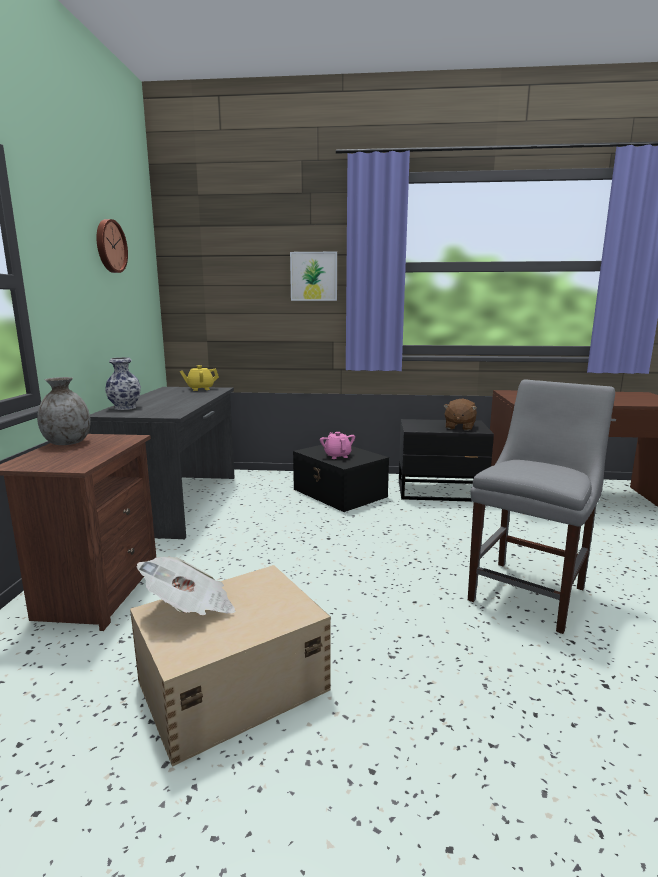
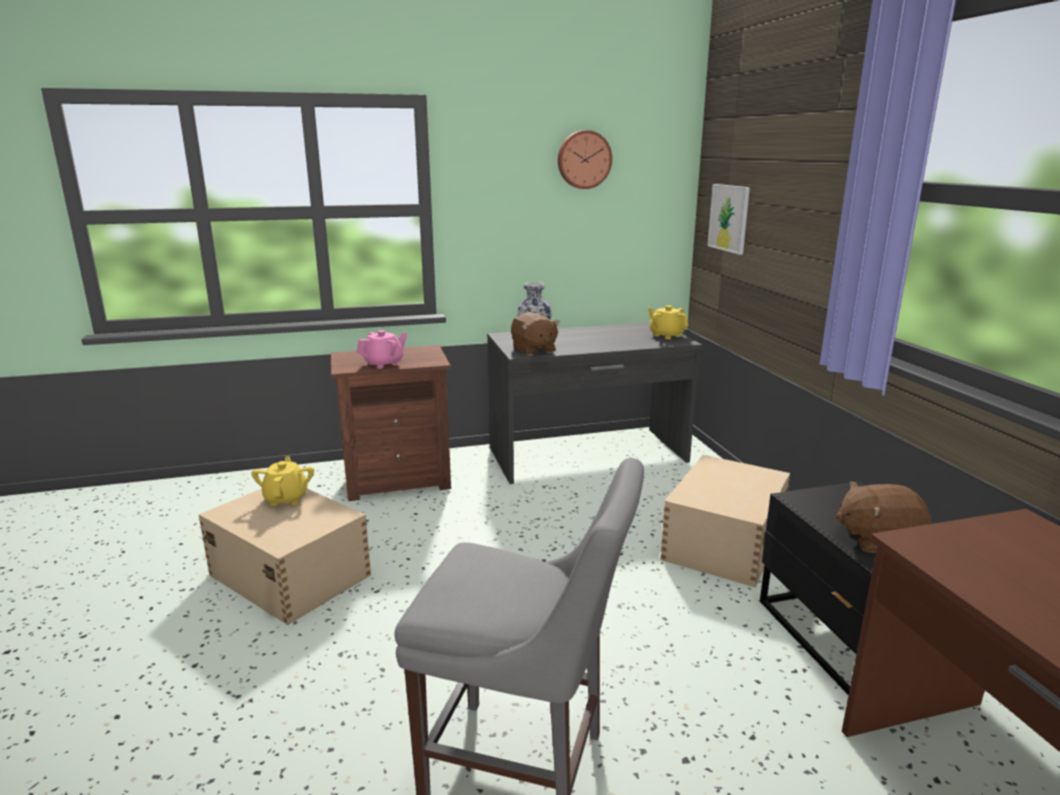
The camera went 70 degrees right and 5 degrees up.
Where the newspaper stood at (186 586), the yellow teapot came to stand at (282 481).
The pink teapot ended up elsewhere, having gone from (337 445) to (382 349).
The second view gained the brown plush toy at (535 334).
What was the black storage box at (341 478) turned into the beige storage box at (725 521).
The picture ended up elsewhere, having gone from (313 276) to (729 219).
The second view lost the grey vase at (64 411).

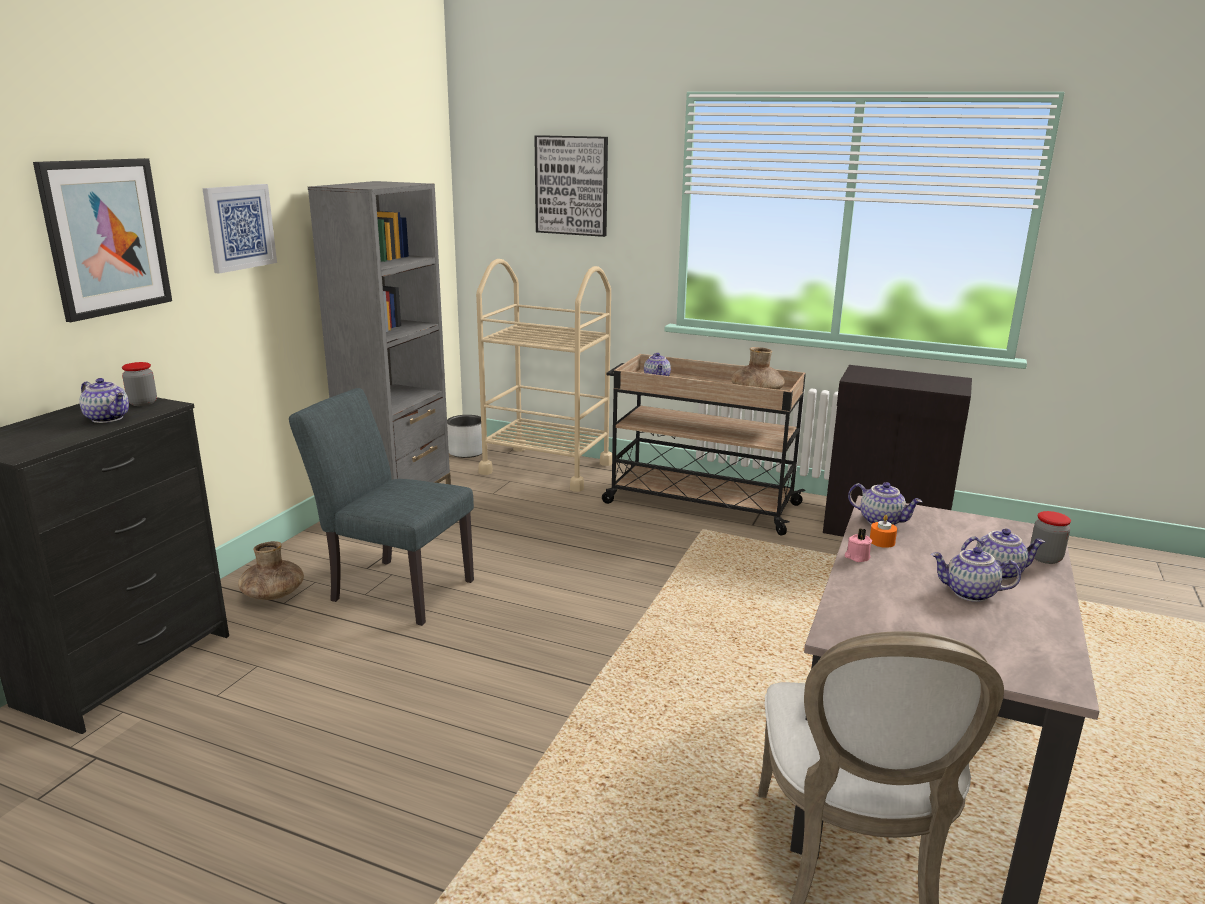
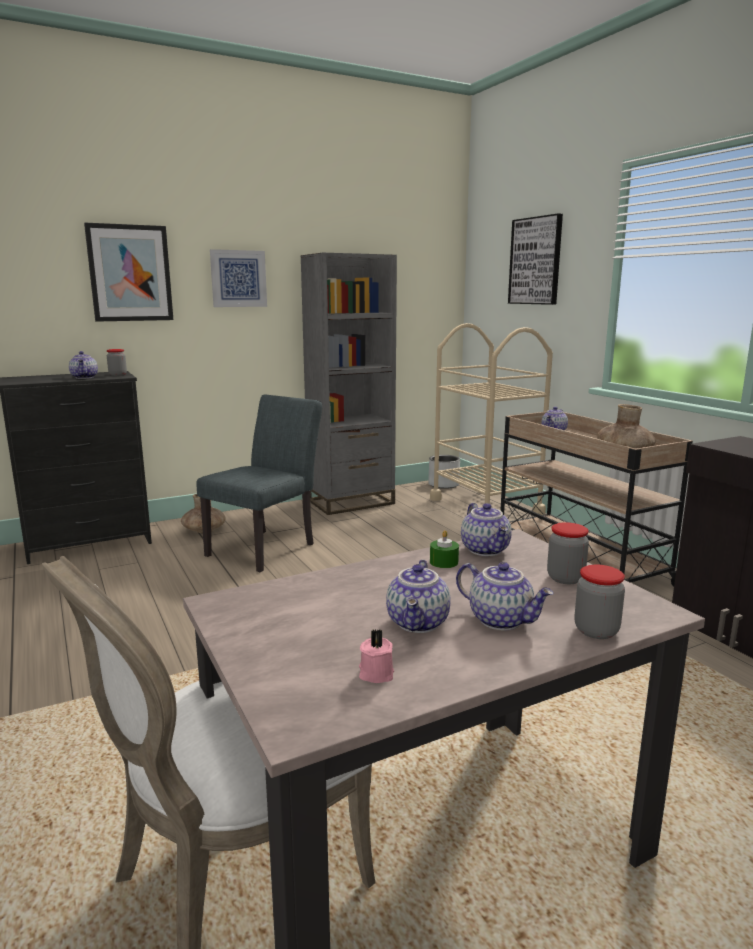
The camera went 40 degrees right and 5 degrees down.
The grey chair at (381 507) ended up facing another way, 60 degrees clockwise from before.
The pink candle ended up elsewhere, having gone from (858 545) to (376 656).
The teapot at (976 574) ended up facing another way, 135 degrees counterclockwise from before.
What was the orange candle at (883 531) turned into the green candle at (444 549).
The second view gained the jar at (568 553).

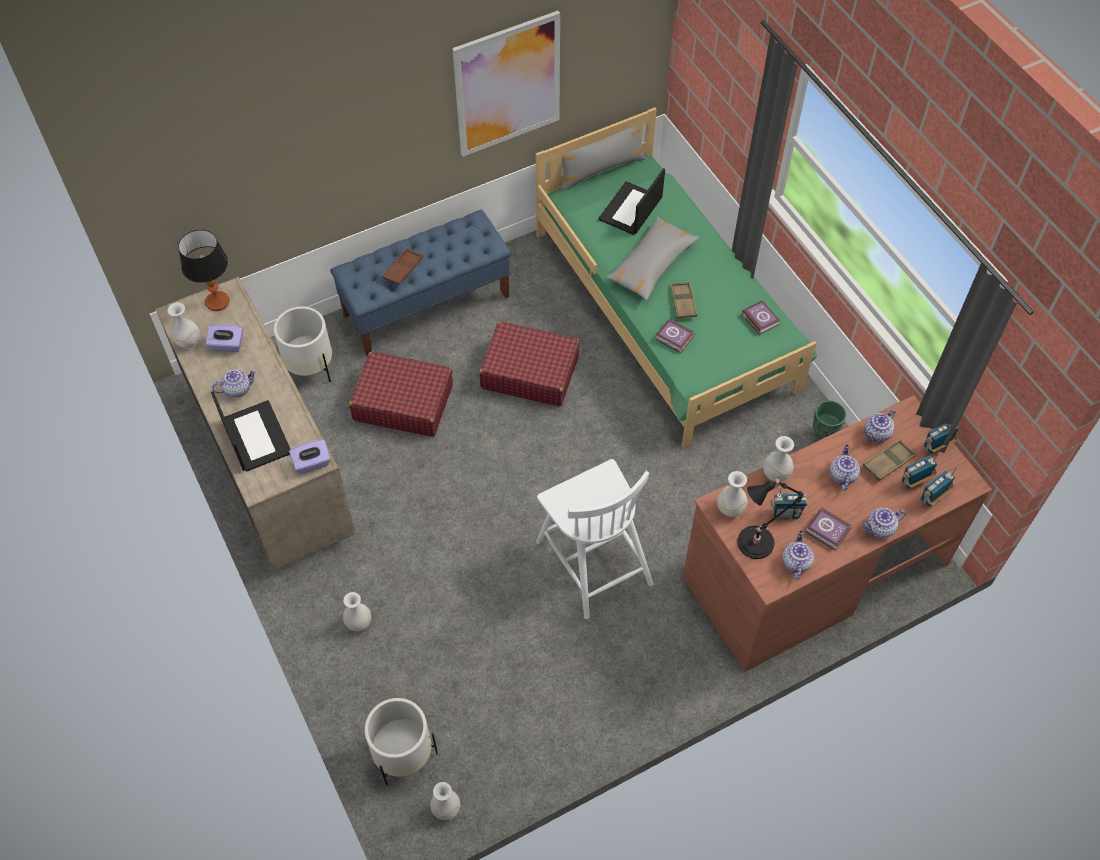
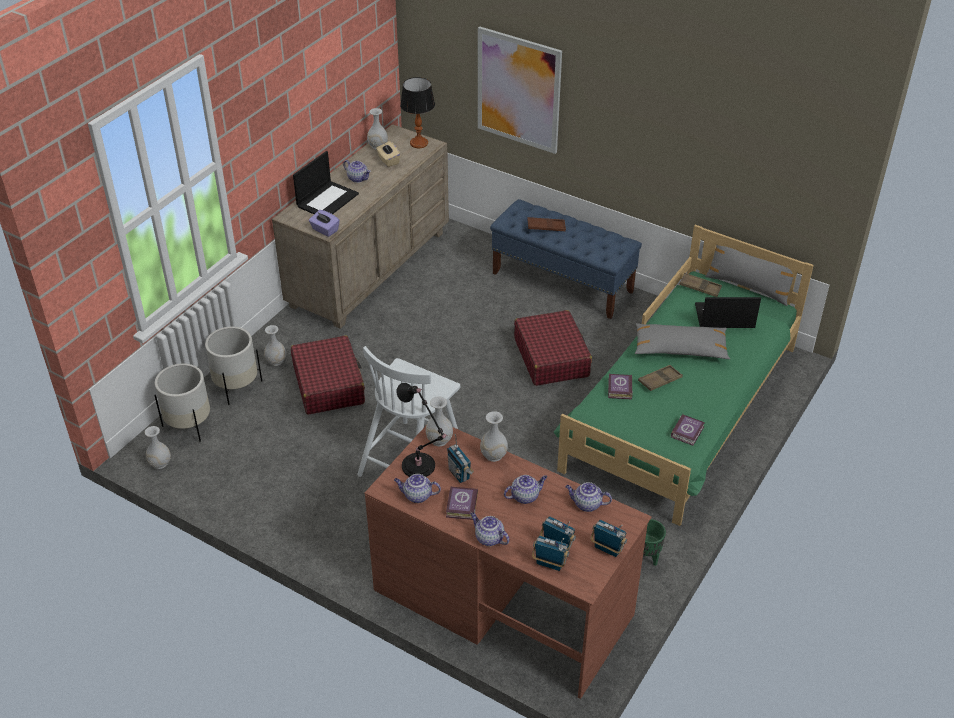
The camera went 60 degrees right and 15 degrees down.
The white planter ended up elsewhere, having gone from (303 344) to (233 365).
The red suitcase ended up elsewhere, having gone from (401 394) to (328 375).
What was the purple tissue box at (224 338) turned into the beige tissue box at (388 154).
The teapot at (798 555) ended up facing another way, 150 degrees counterclockwise from before.
The picture ended up elsewhere, having gone from (506 84) to (520 90).
The brown tray ended up elsewhere, having gone from (889 460) to (700 285).

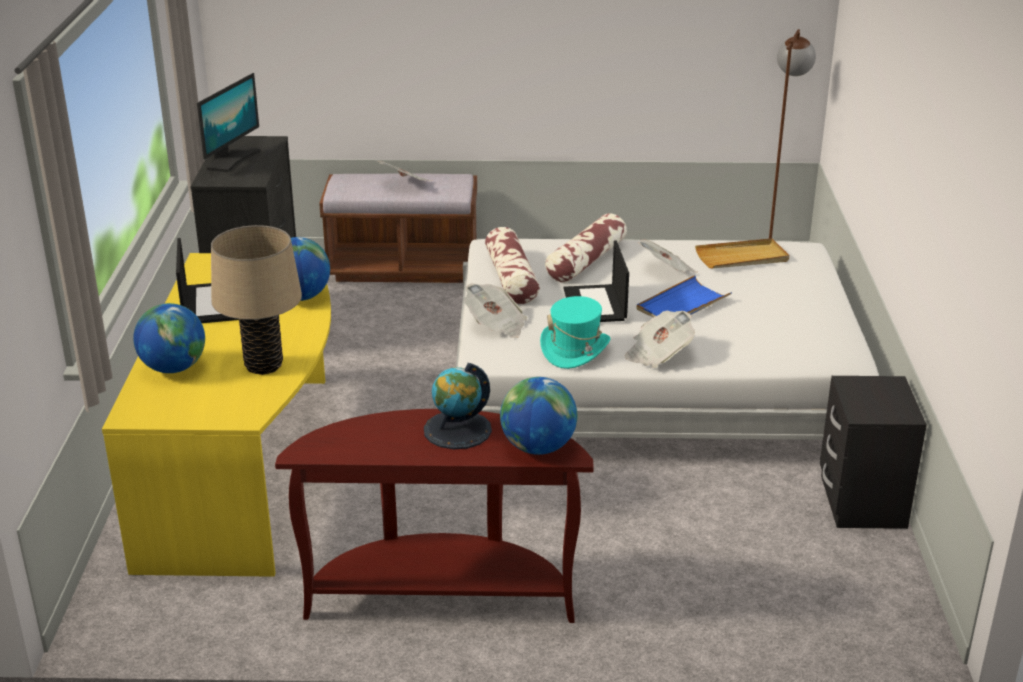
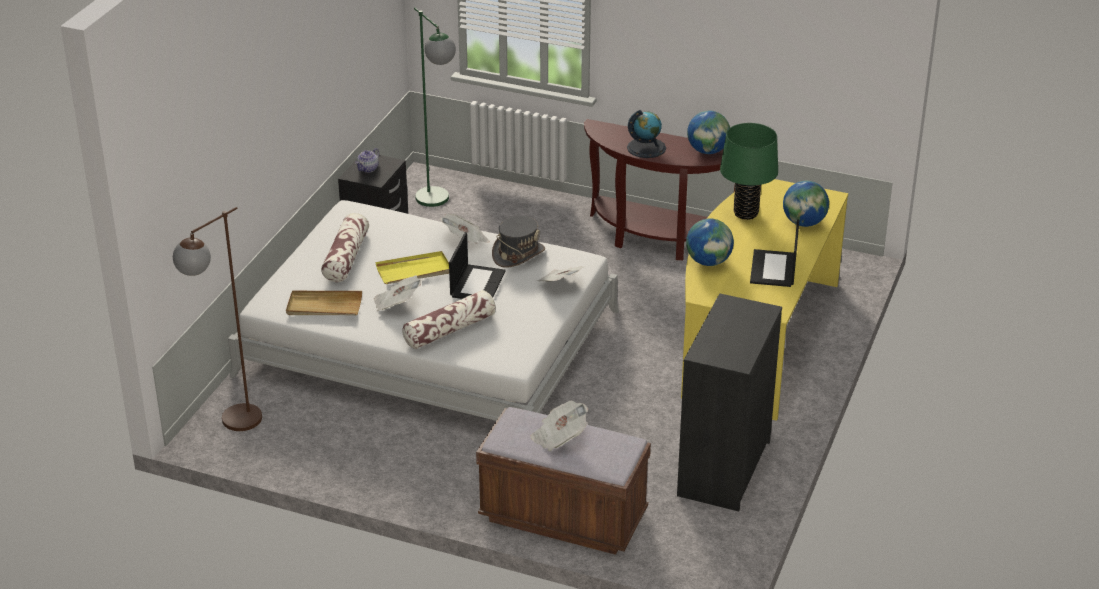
The camera went 160 degrees left and 5 degrees up.
The pillow ended up elsewhere, having gone from (512 265) to (345 247).
The second view gained the teapot at (367 160).
What was the blue tray at (684 296) turned into the yellow tray at (412 267).
The second view gained the green floor lamp at (435 107).
What was the turquoise hat at (575 332) turned into the grey hat at (518 242).
The globe ended up elsewhere, having gone from (538 416) to (708 132).
What was the beige table lamp at (256 300) turned into the green table lamp at (749 171).
The second view lost the monitor at (229 122).

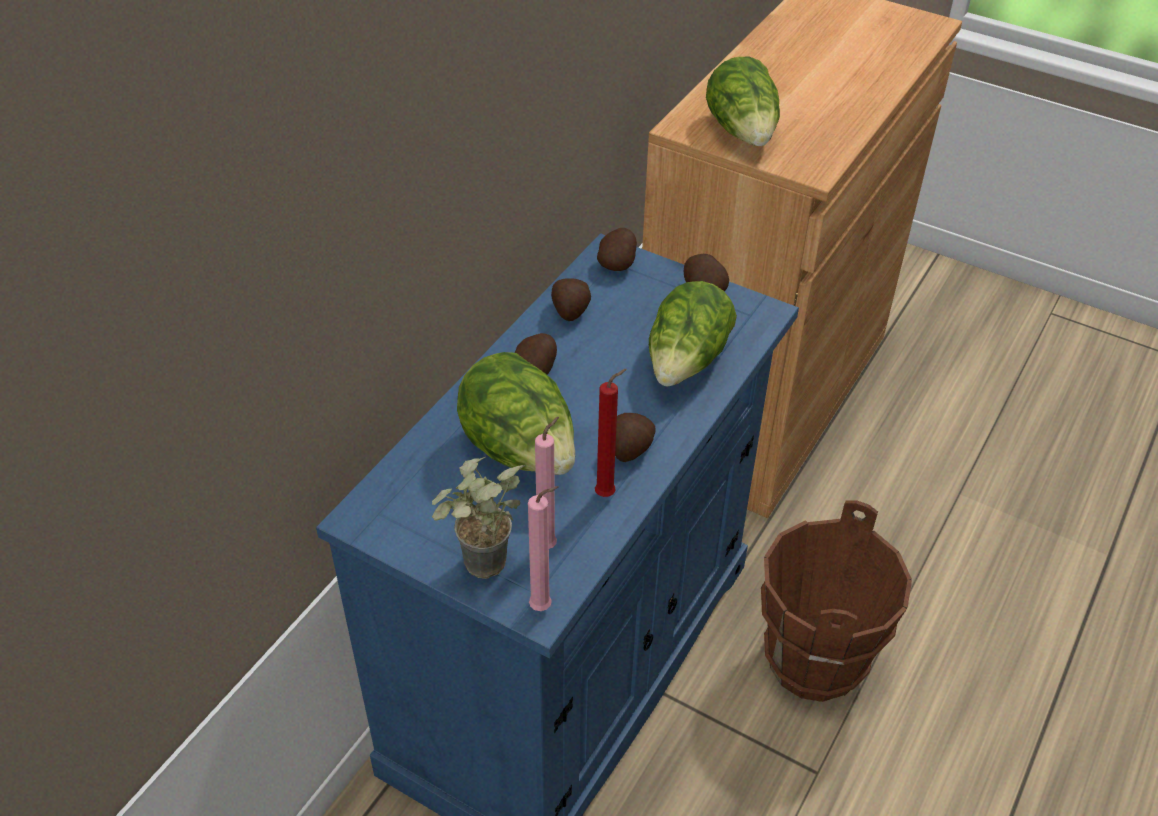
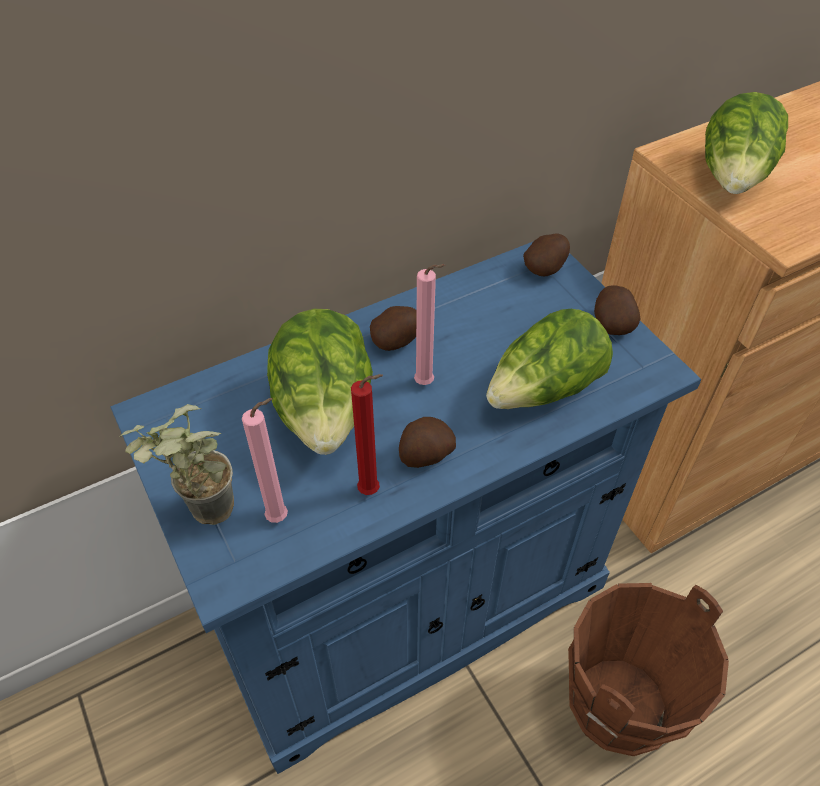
The camera went 30 degrees right and 5 degrees up.
The pink candle ended up elsewhere, having gone from (543 548) to (430 324).
The second view lost the potato at (571 299).

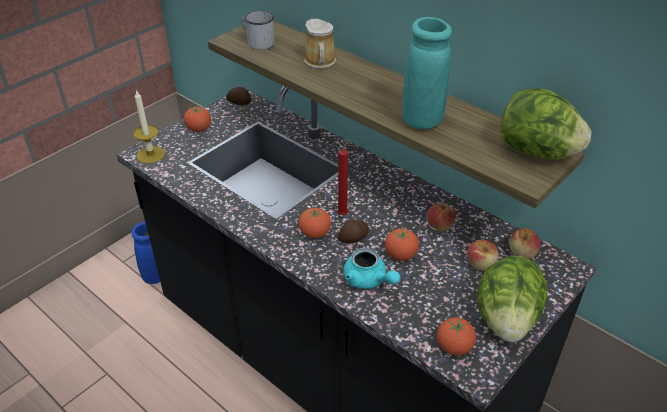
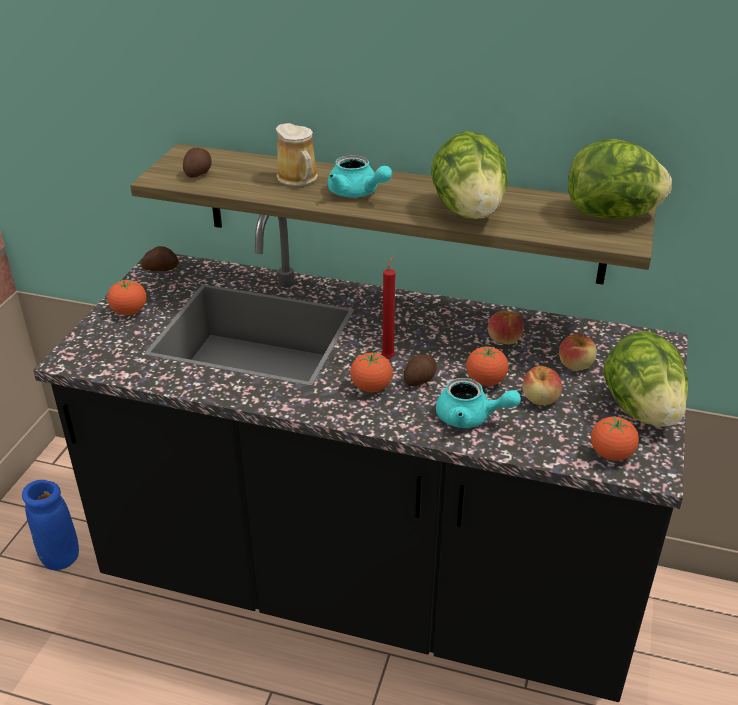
The camera went 25 degrees left and 5 degrees down.
Where the white mug stood at (257 30), the potato came to stand at (197 162).
The second view gained the turquoise teapot at (360 176).
Where the turquoise vase stood at (427 73), the lettuce came to stand at (469 175).
The apple ended up elsewhere, having gone from (524 243) to (542 385).
The second view lost the candle at (149 126).

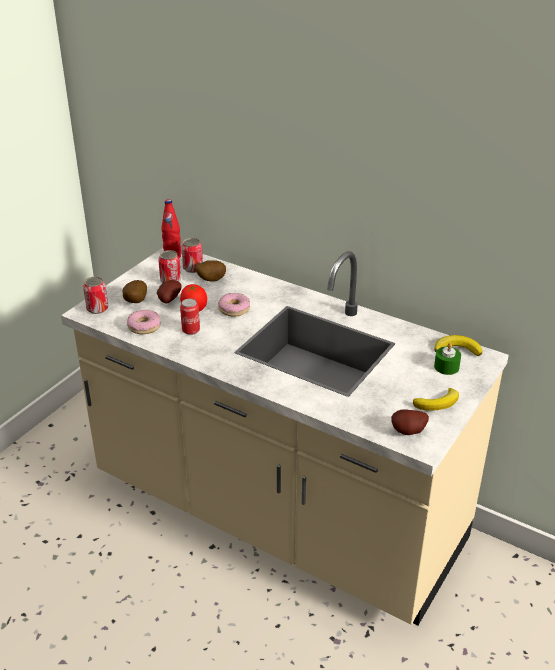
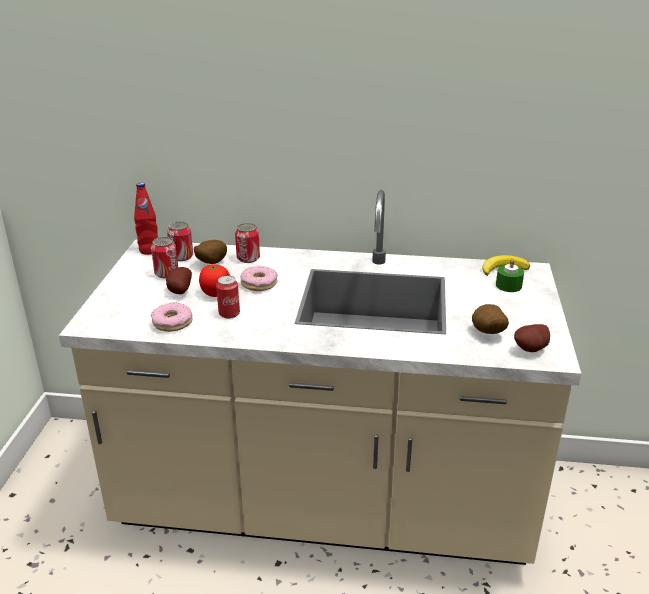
The camera went 25 degrees left and 5 degrees down.
The can ended up elsewhere, having gone from (95 295) to (247 243).
The potato ended up elsewhere, having gone from (135 291) to (490 319).
The second view lost the banana at (436 399).

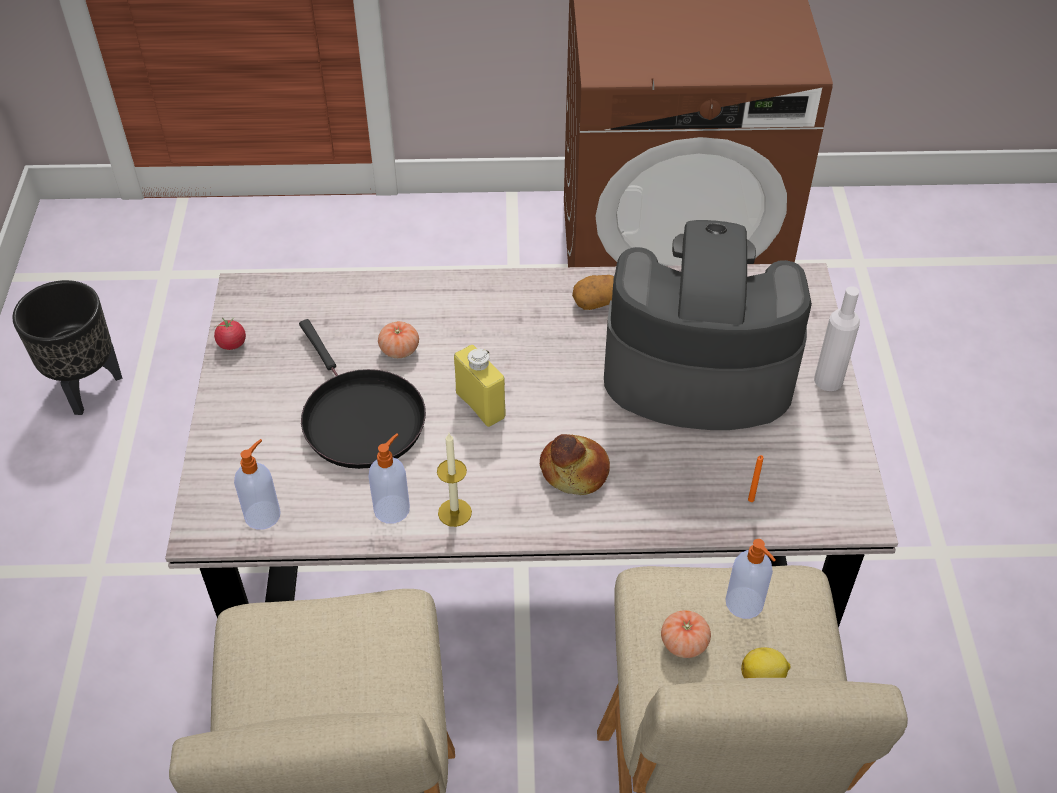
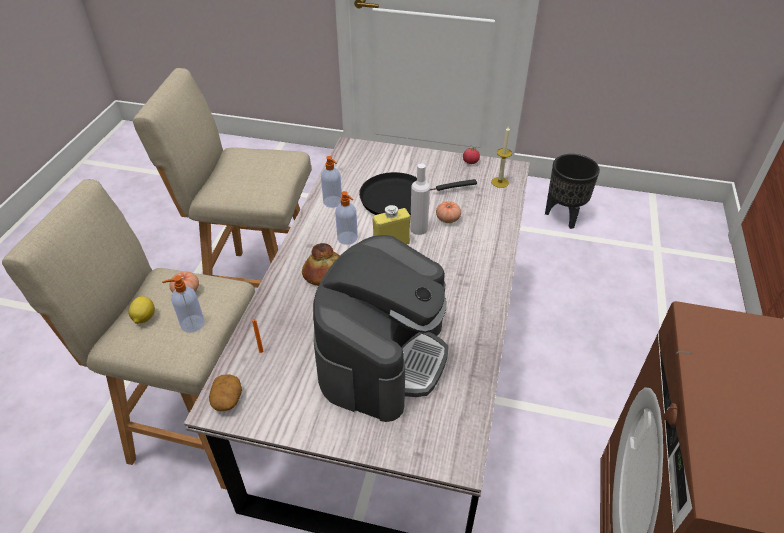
The camera went 105 degrees right and 5 degrees down.
The potato ended up elsewhere, having gone from (593 292) to (225 393).
The soap dispenser ended up elsewhere, having gone from (257 484) to (346 218).
The white bottle ended up elsewhere, having gone from (837 338) to (420 199).
The candle ended up elsewhere, having gone from (454 480) to (501 156).

